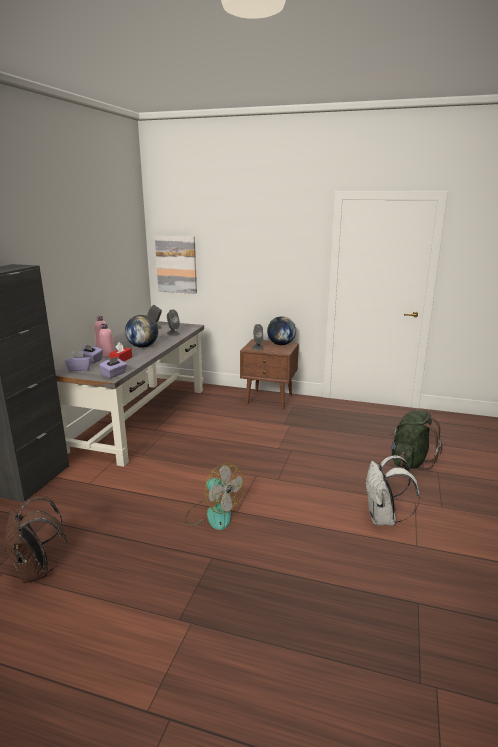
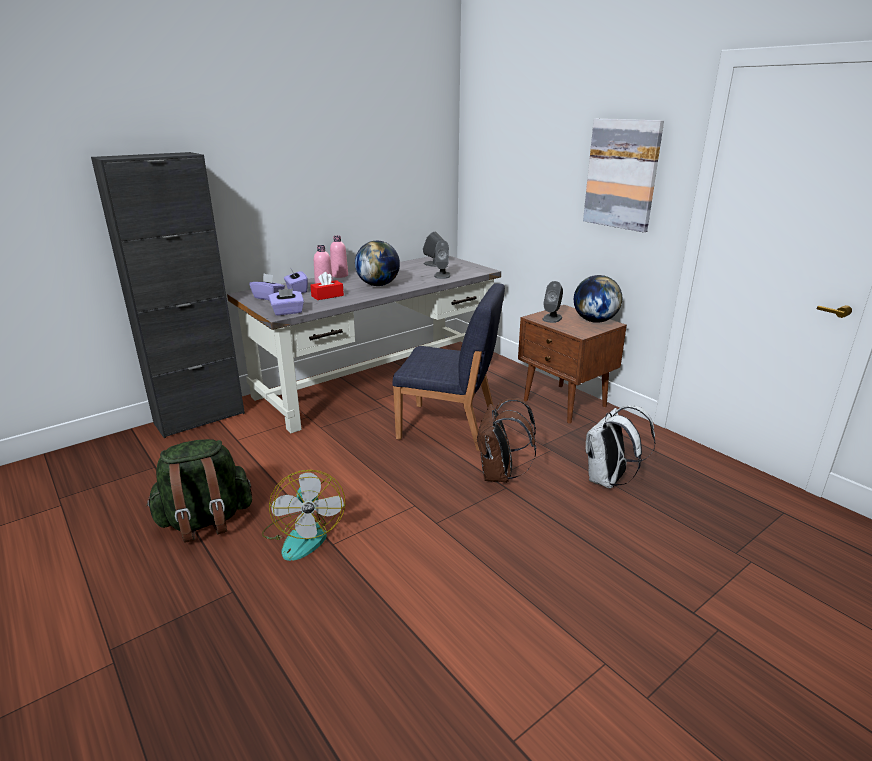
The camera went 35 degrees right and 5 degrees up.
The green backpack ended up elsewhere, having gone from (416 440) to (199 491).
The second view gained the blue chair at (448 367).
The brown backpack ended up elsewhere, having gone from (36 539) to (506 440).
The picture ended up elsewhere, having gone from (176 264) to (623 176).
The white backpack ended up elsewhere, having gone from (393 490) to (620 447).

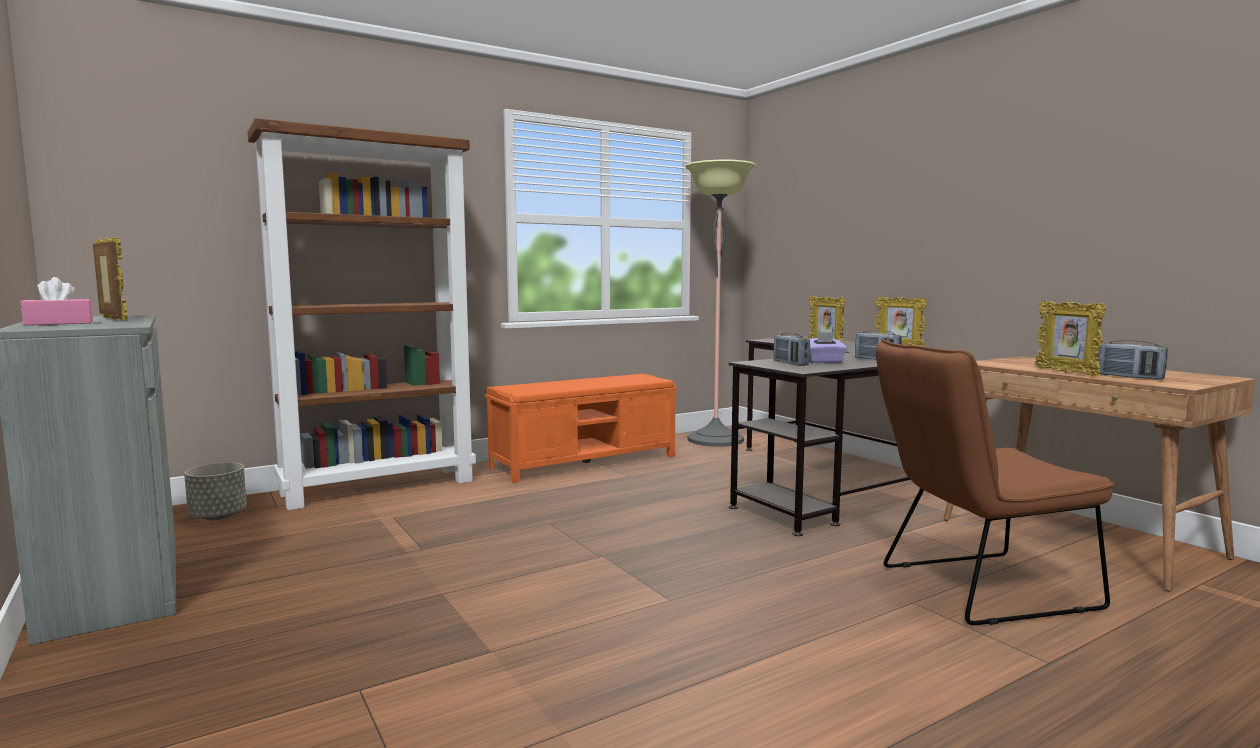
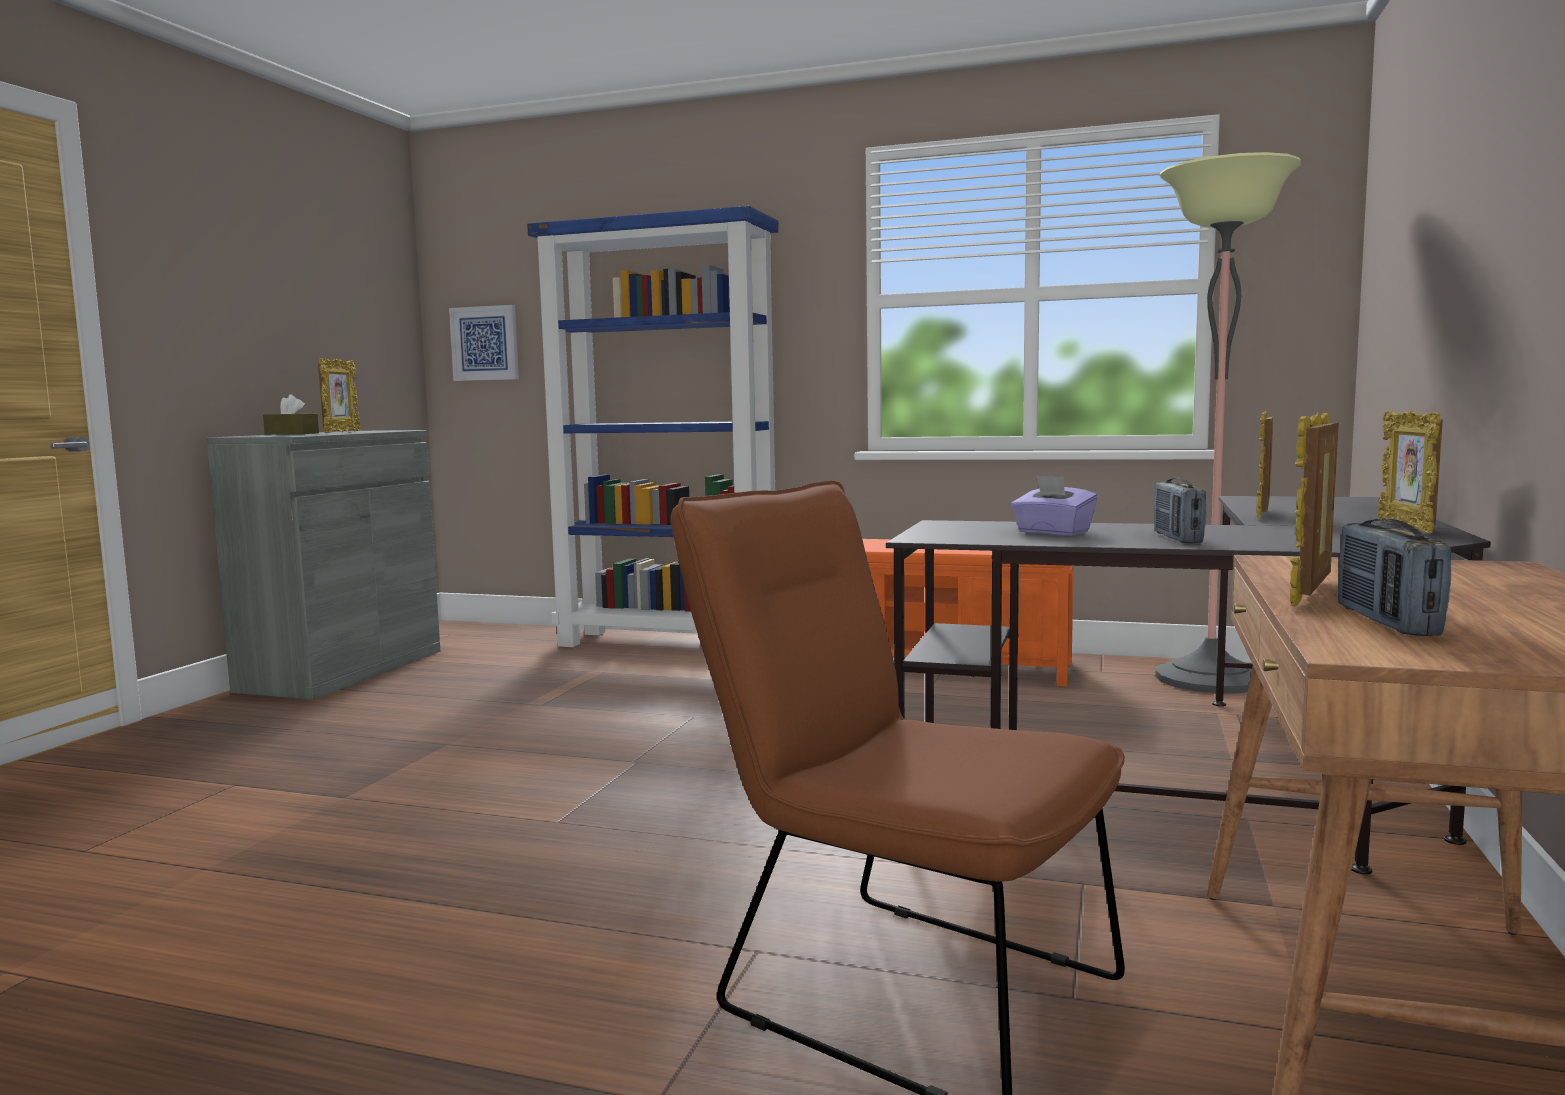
The camera went 50 degrees right and 0 degrees up.
What was the pink tissue box at (57 301) turned into the brown tissue box at (291 415).
The second view gained the picture at (484 343).
What was the brown bookcase at (362 314) turned into the blue bookcase at (653 426).
The second view lost the grey planter at (215 491).
The second view lost the radio at (792 349).

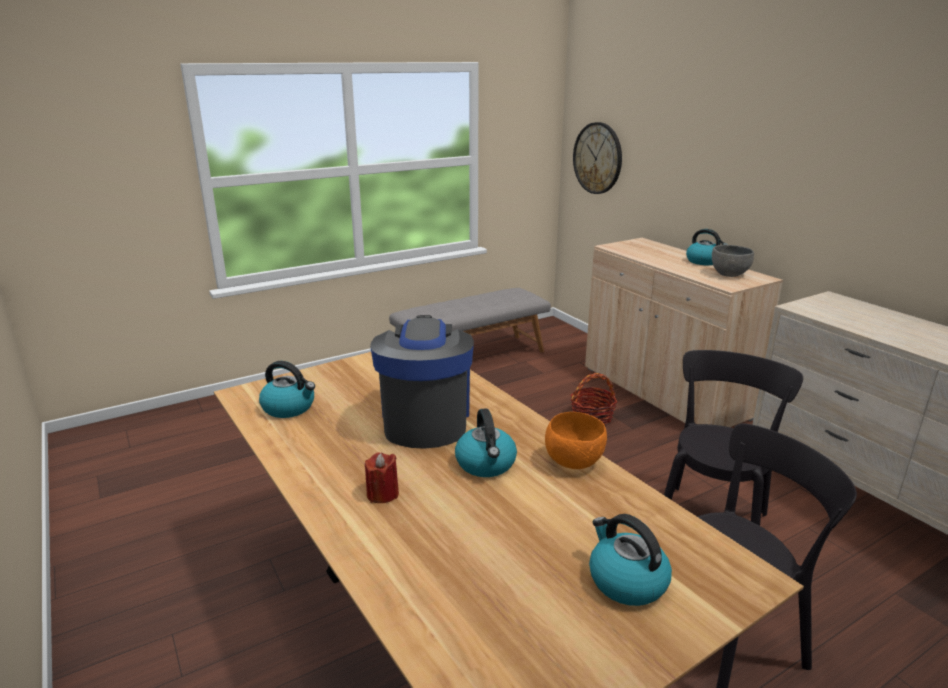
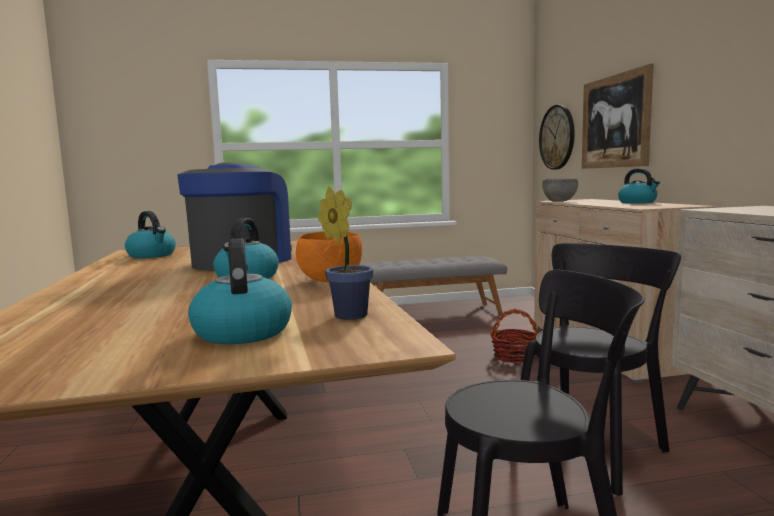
The camera went 20 degrees right and 15 degrees down.
The second view gained the potted plant at (345 253).
The grey bowl ended up elsewhere, having gone from (733 261) to (560 190).
The second view gained the picture at (618 116).
The second view lost the red candle at (382 477).

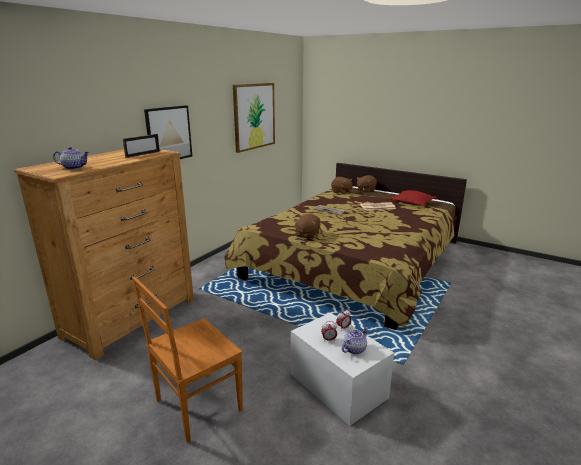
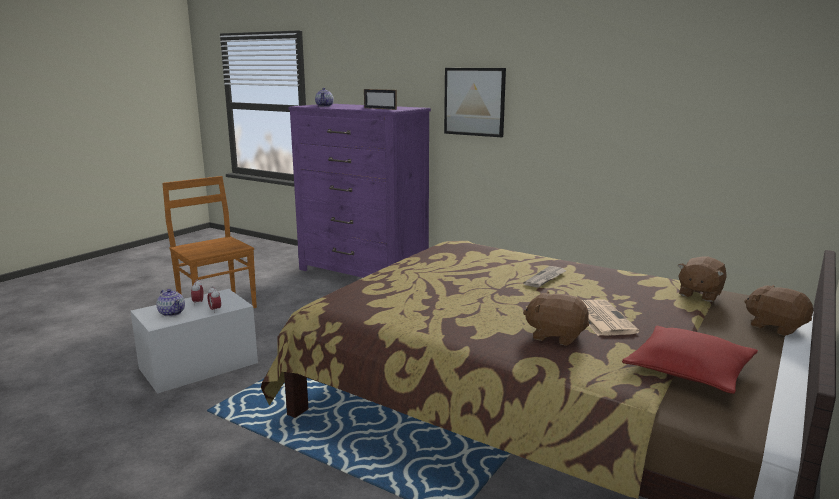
The camera went 90 degrees right and 5 degrees down.
What was the brown dresser at (104 254) turned into the purple dresser at (359 191).
The brown plush toy ended up elsewhere, having gone from (307 226) to (556 318).
The second view lost the picture at (254 118).

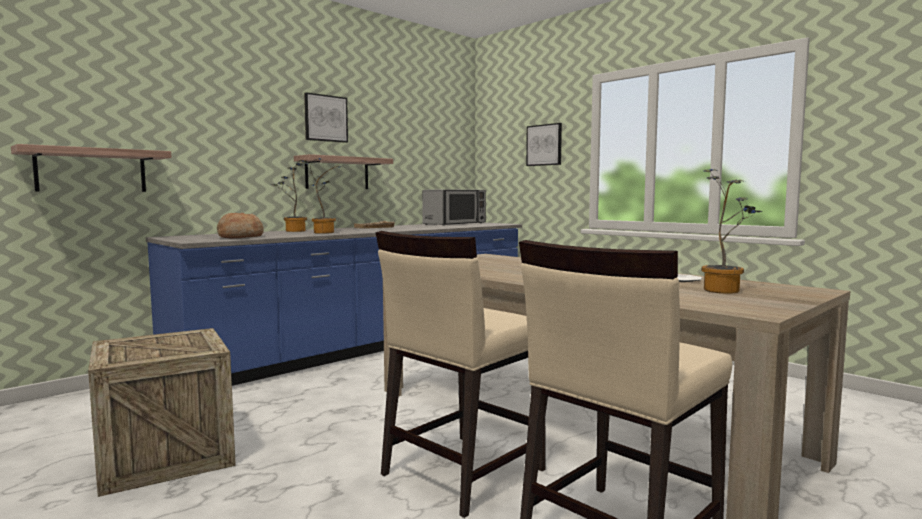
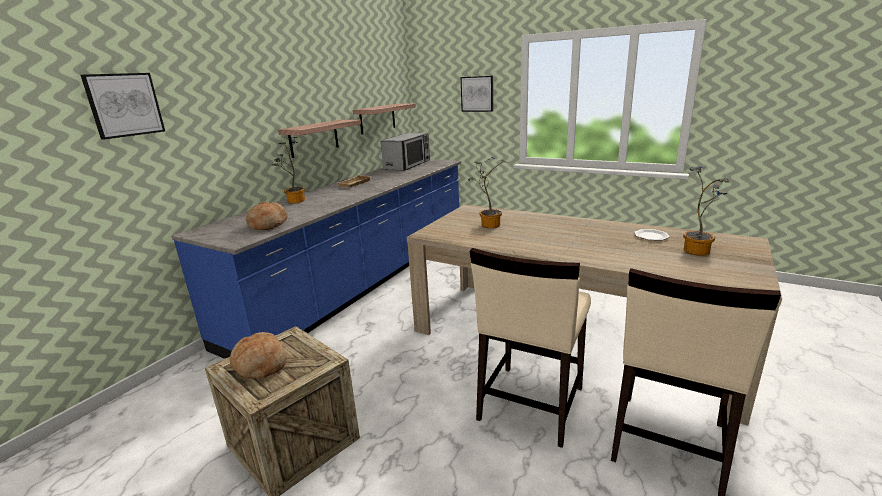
The camera went 15 degrees left and 15 degrees up.
The picture ended up elsewhere, having gone from (326 117) to (122 106).
The second view gained the bread at (258 355).
The shelf ended up elsewhere, having gone from (91 168) to (384 119).
The potted plant ended up elsewhere, having gone from (322 196) to (487 192).

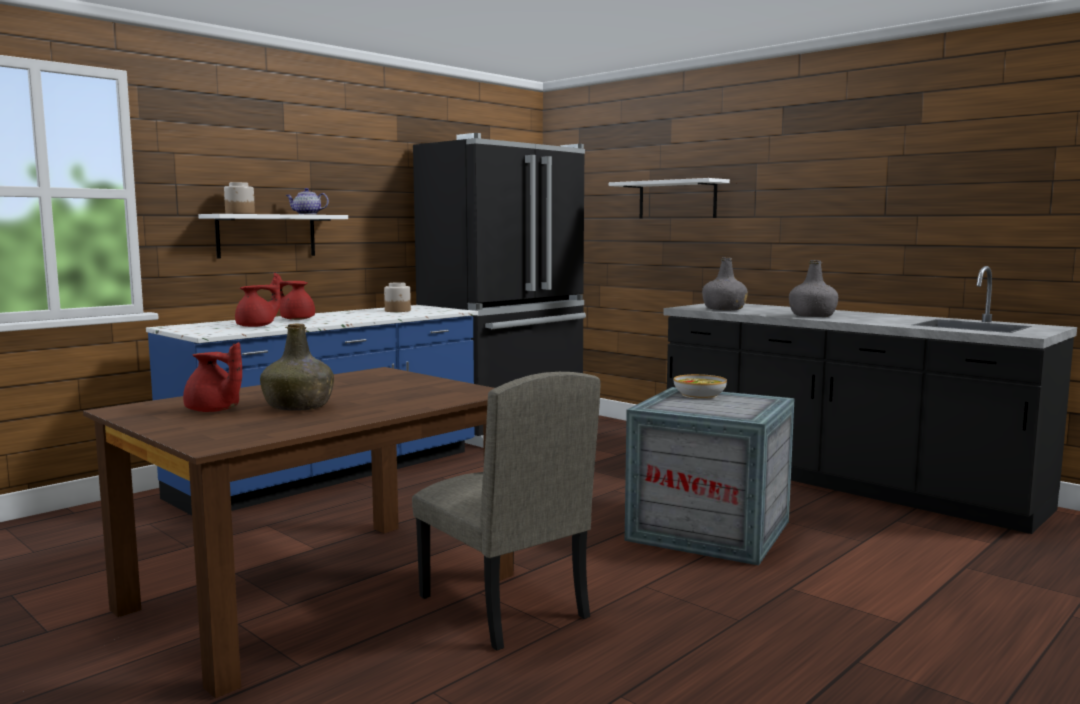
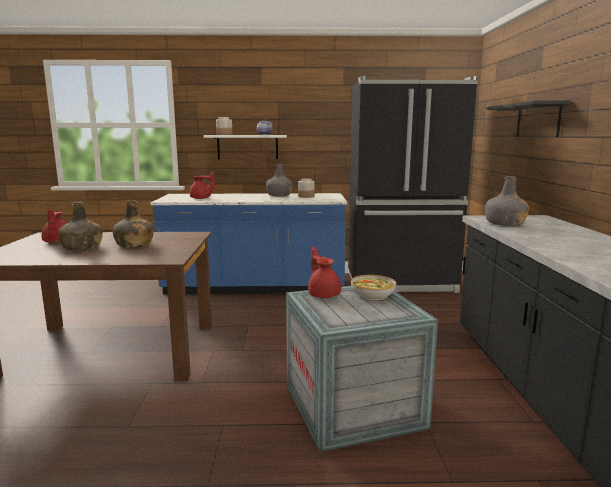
The camera went 45 degrees right and 5 degrees up.
The second view gained the green bottle at (133 224).
The grey bottle ended up elsewhere, having gone from (813 288) to (279 180).
The red teapot ended up elsewhere, having gone from (294 296) to (324 272).
What was the white shelf at (669 198) turned into the black shelf at (528 119).
The second view lost the beige chair at (506 511).

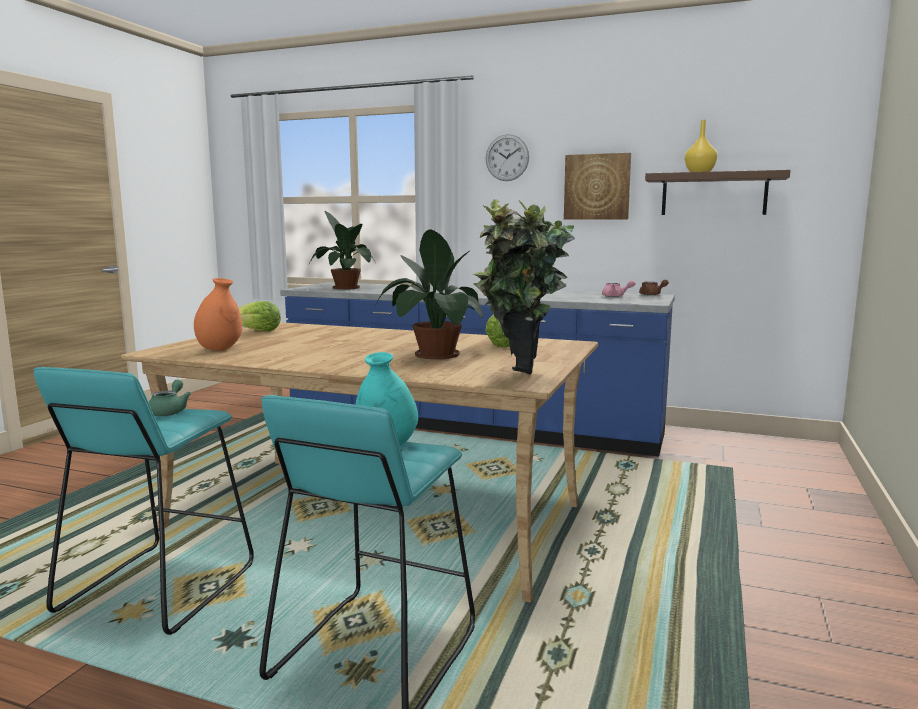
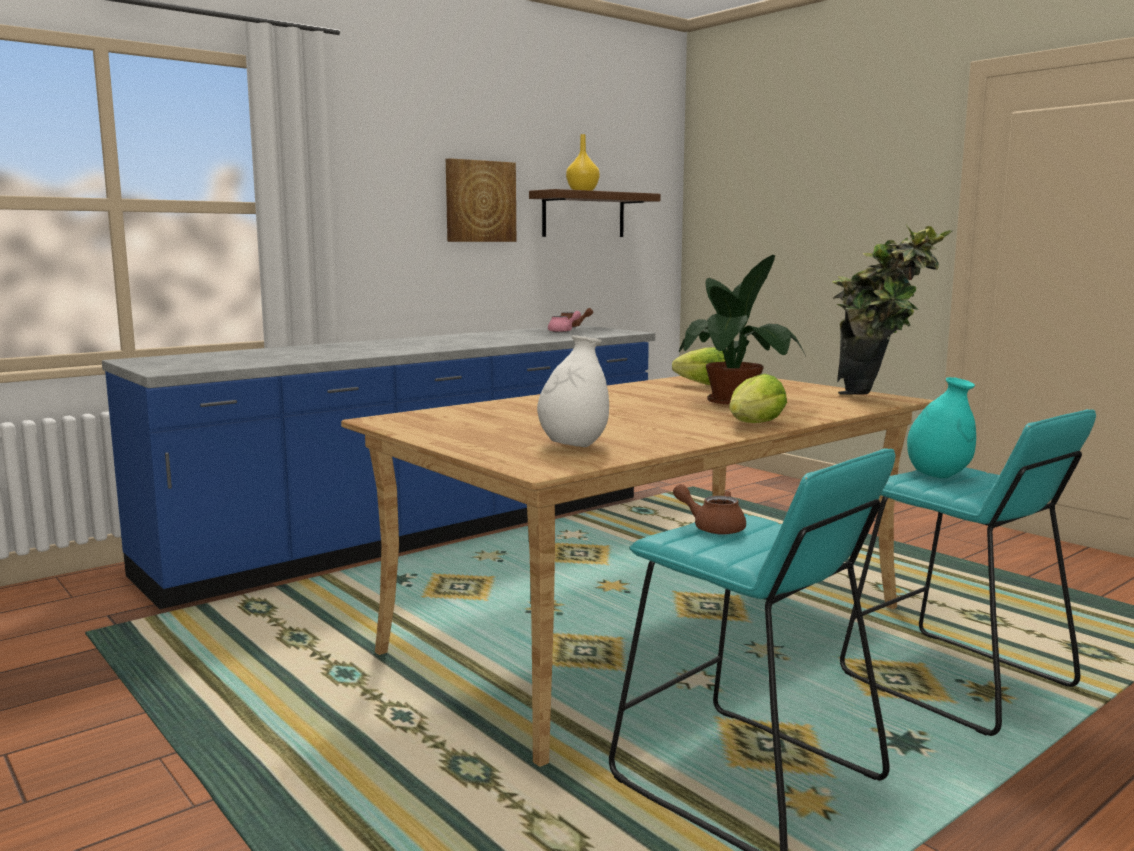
The camera went 60 degrees left and 0 degrees up.
What was the orange vase at (218 314) turned into the white vase at (573 391).
What was the green teapot at (170 397) turned into the brown teapot at (709 509).
The lettuce ended up elsewhere, having gone from (260 316) to (758 398).
The second view lost the potted plant at (342 250).
The second view lost the wall clock at (507 157).

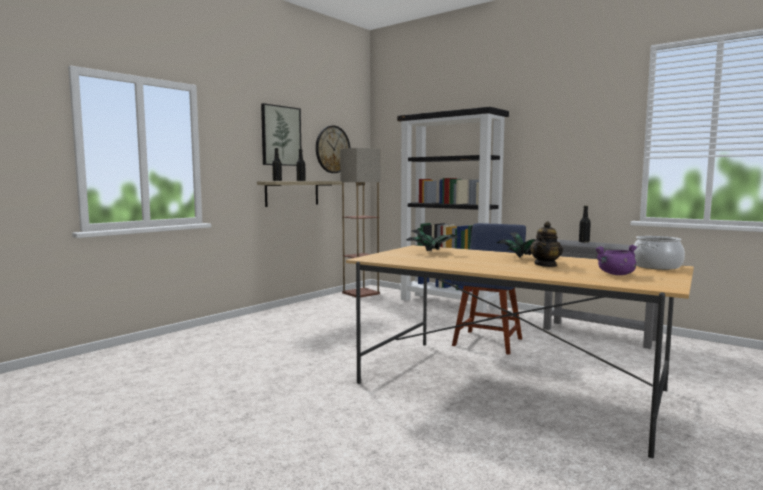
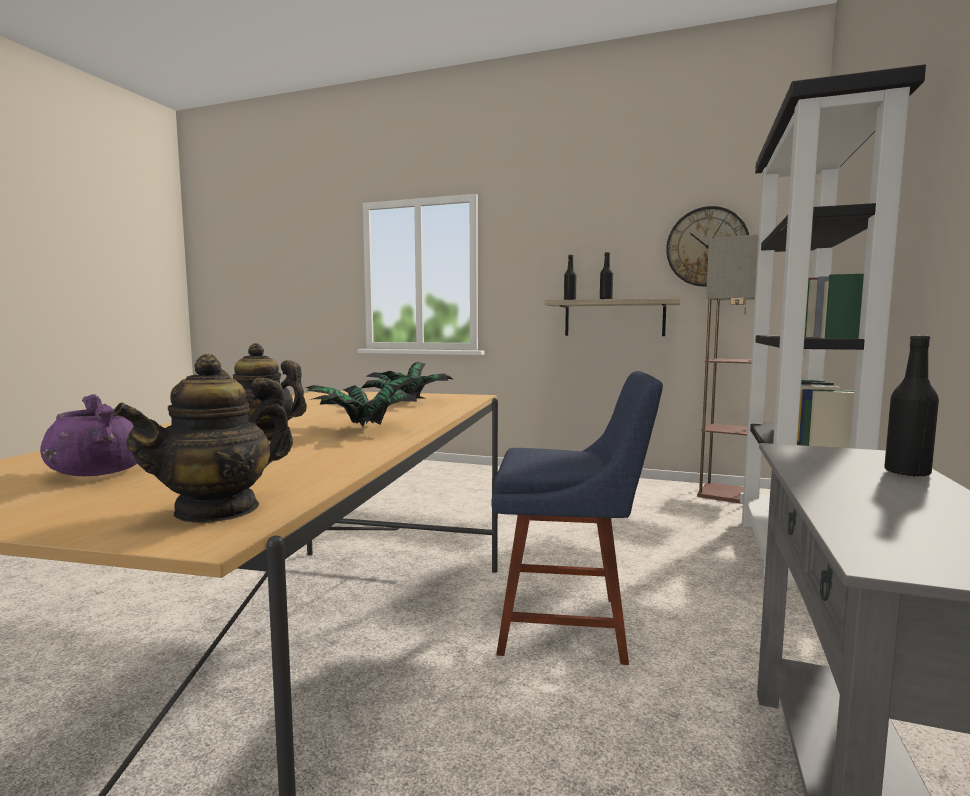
The camera went 70 degrees right and 0 degrees up.
Where the cooking pot stood at (659 253), the teapot came to stand at (202 439).
The second view lost the picture at (281 134).

